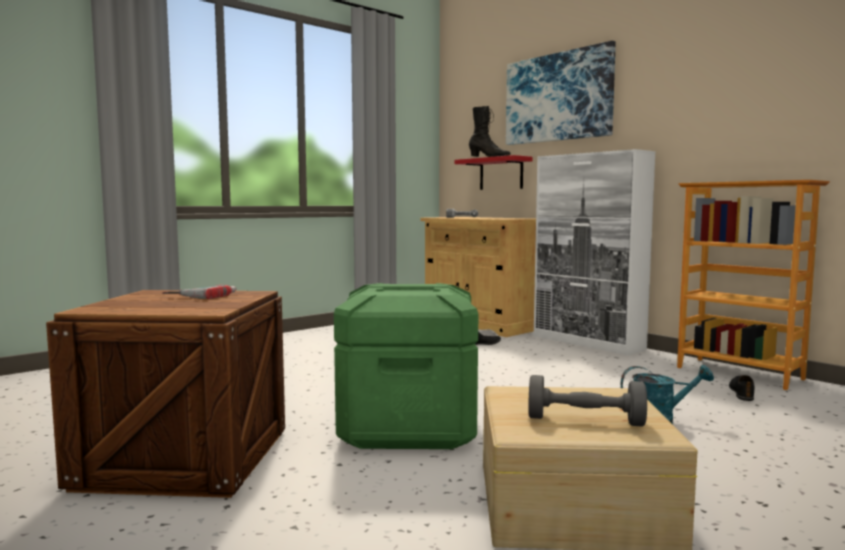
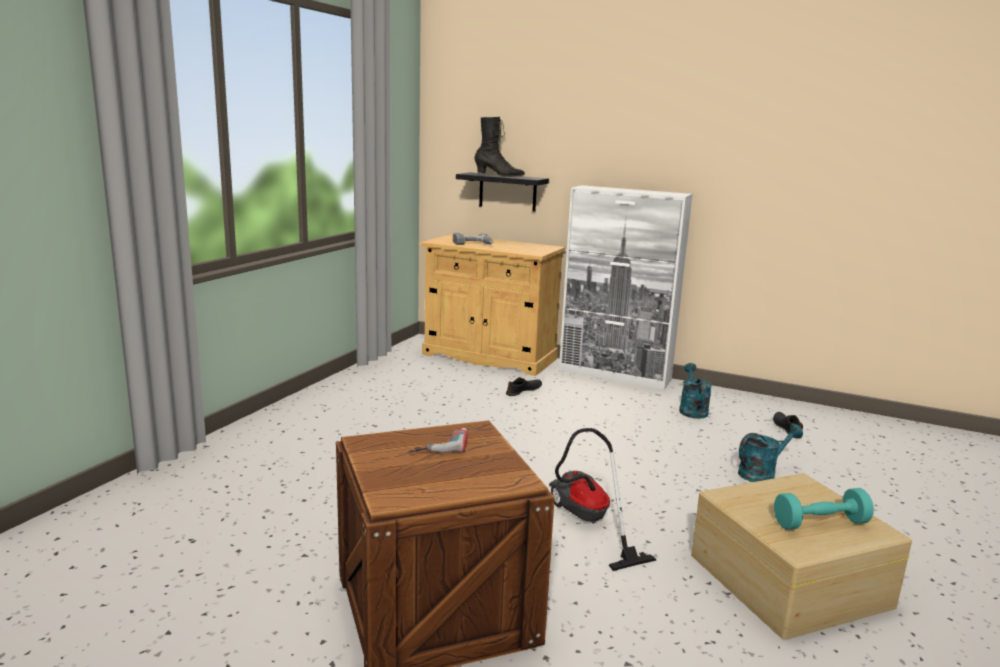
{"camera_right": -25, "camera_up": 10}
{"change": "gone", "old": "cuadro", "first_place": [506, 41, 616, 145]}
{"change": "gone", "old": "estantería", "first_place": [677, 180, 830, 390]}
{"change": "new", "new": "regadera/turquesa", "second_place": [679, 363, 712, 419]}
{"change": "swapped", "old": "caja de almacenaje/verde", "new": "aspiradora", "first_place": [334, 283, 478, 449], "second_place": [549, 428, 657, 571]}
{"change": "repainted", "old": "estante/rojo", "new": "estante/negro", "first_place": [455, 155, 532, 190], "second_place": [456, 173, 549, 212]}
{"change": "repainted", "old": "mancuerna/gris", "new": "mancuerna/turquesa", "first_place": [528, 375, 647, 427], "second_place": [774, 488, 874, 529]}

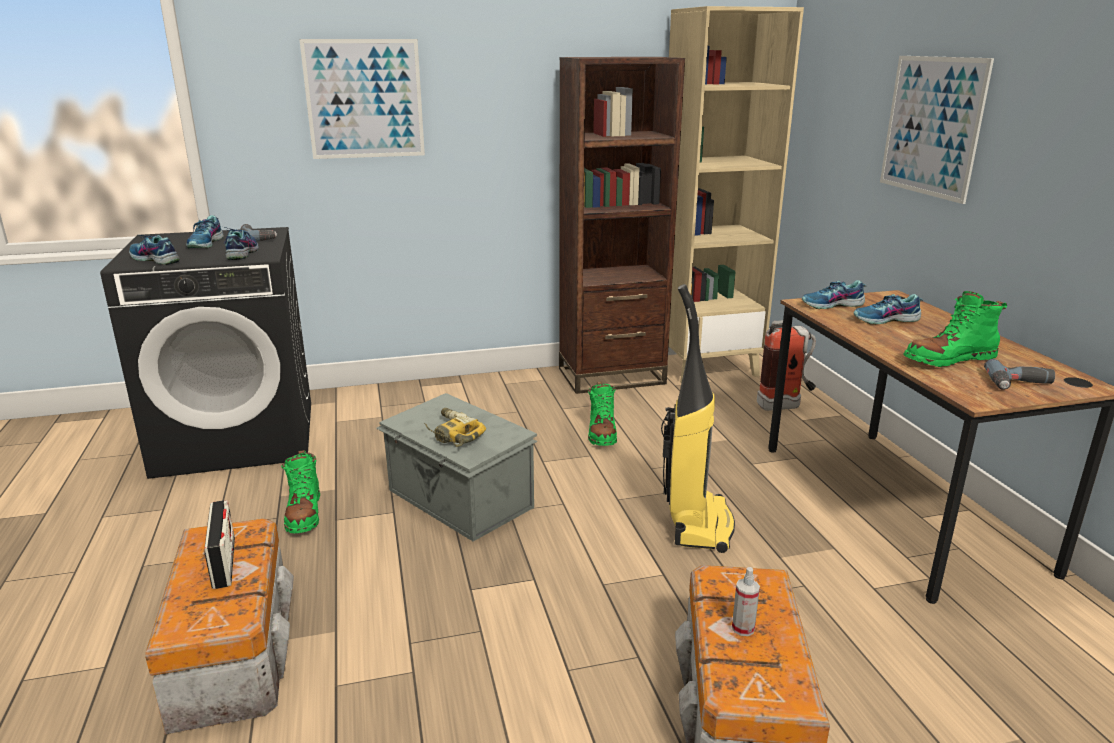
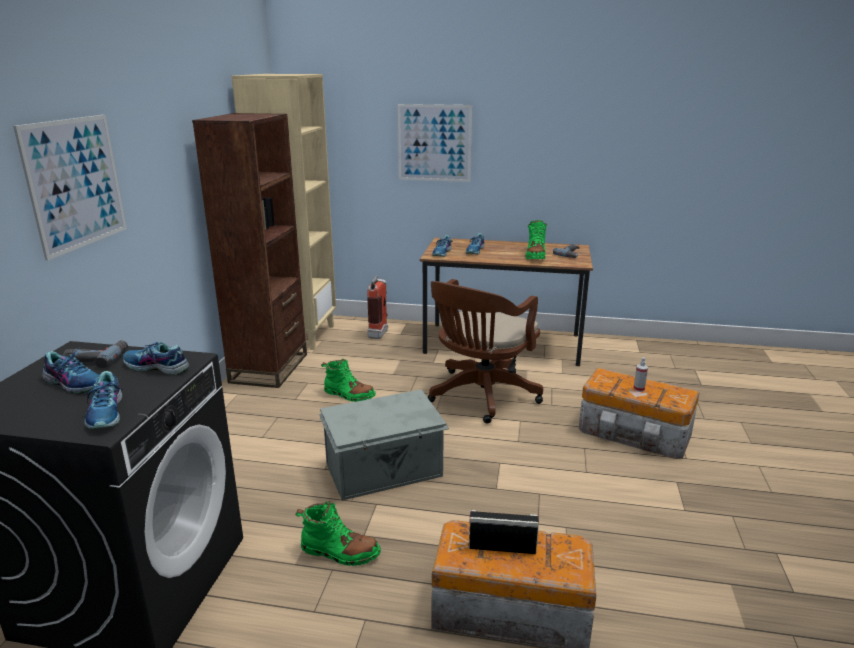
{"camera_right": -65, "camera_up": 0}
{"change": "gone", "old": "taladro", "first_place": [424, 408, 486, 447]}
{"change": "swapped", "old": "aspiradora", "new": "silla de oficina/marrón", "first_place": [661, 284, 735, 553], "second_place": [428, 279, 543, 424]}
{"change": "rotated", "old": "zapato", "first_place": [129, 235, 180, 265], "second_place": [84, 371, 123, 429], "degrees": -75}

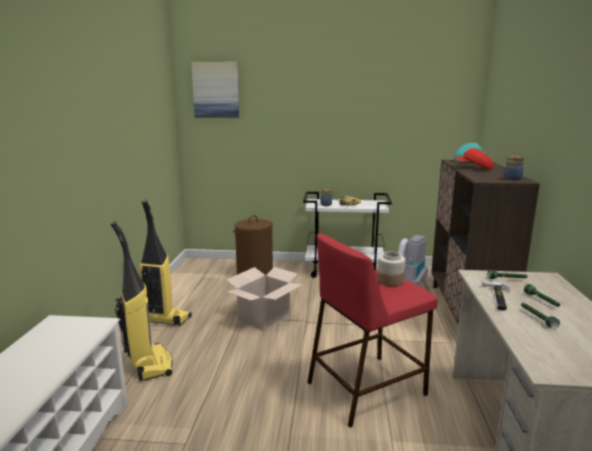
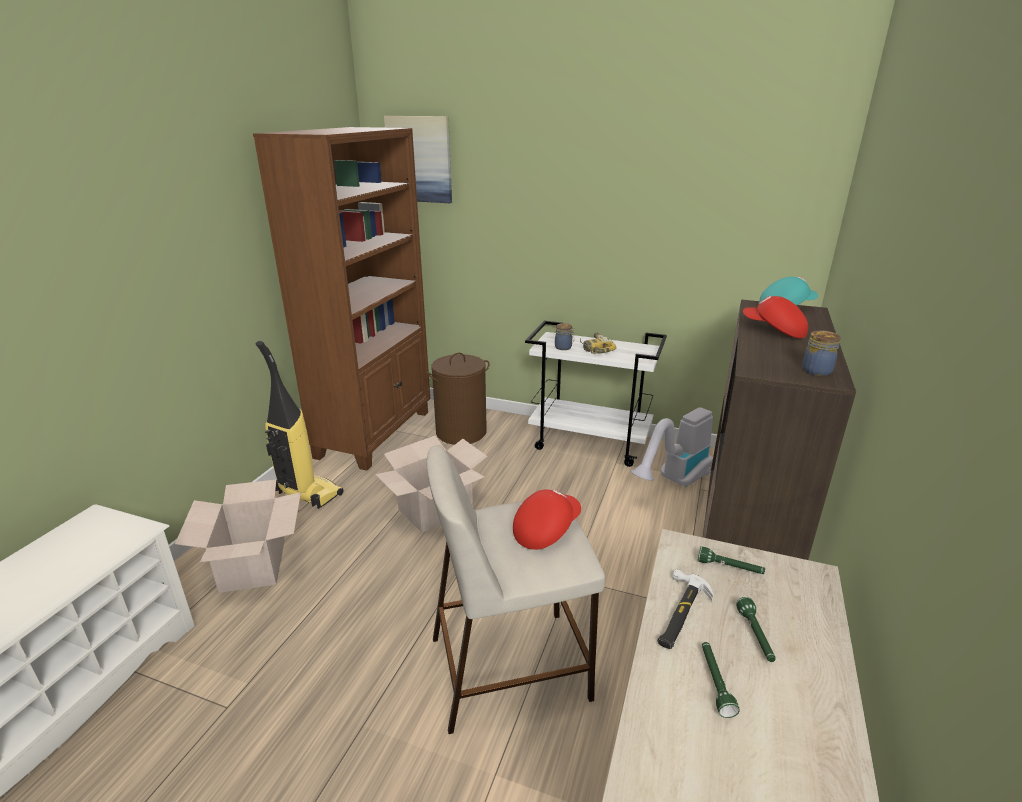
{"camera_right": 15, "camera_up": 10}
{"change": "new", "new": "estantería/marrón", "second_place": [253, 127, 430, 471]}
{"change": "swapped", "old": "aspiradora", "new": "caja de cartón", "first_place": [110, 221, 173, 381], "second_place": [175, 480, 301, 593]}
{"change": "swapped", "old": "tarro", "new": "gorra/rojo", "first_place": [377, 251, 405, 286], "second_place": [513, 489, 581, 550]}
{"change": "repainted", "old": "taburete/rojo", "new": "taburete/beis", "first_place": [307, 233, 438, 428], "second_place": [426, 445, 605, 734]}

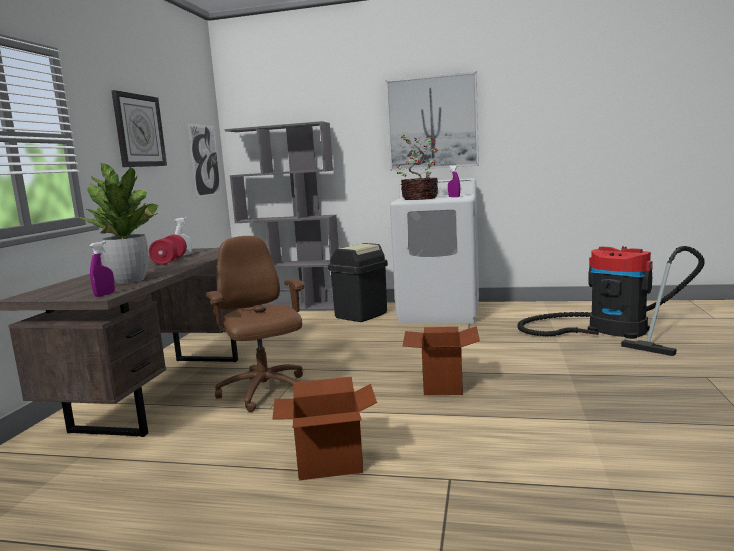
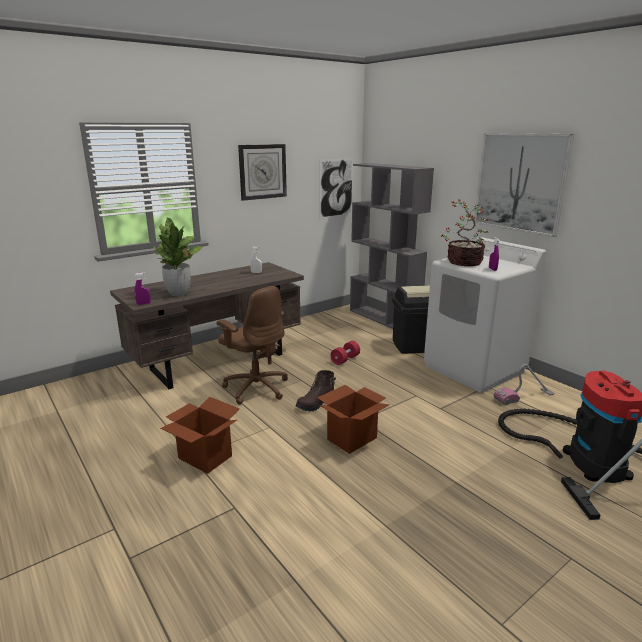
{"camera_right": 40, "camera_up": 10}
{"change": "new", "new": "bota/marrón", "second_place": [296, 370, 336, 412]}
{"change": "new", "new": "aspiradora", "second_place": [494, 364, 555, 405]}
{"change": "shifted", "old": "mancuerna/rojo", "first_place": [149, 235, 187, 265], "second_place": [330, 341, 360, 365]}
{"change": "rotated", "old": "silla de oficina/marrón", "first_place": [206, 236, 304, 412], "second_place": [216, 286, 288, 405], "degrees": 120}

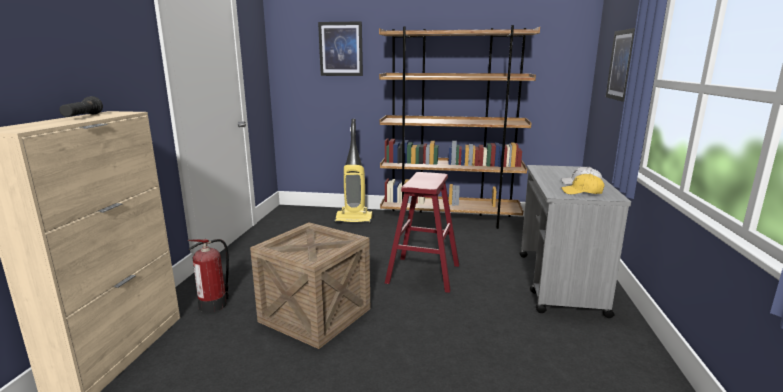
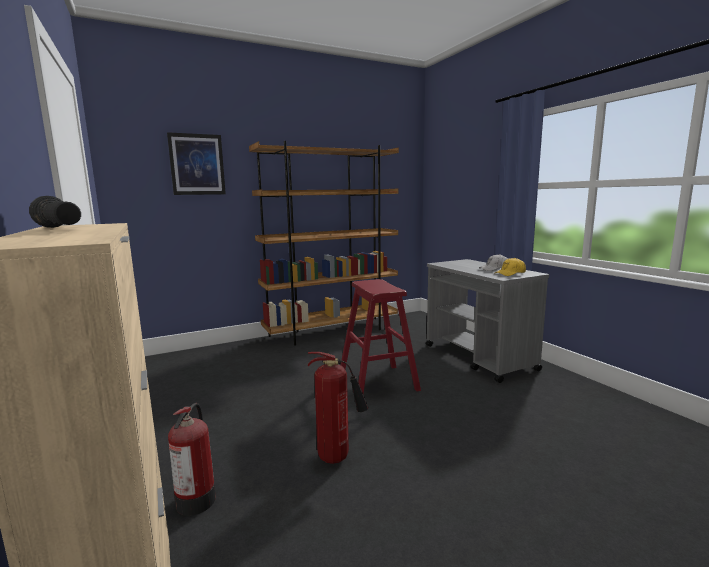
{"camera_right": -35, "camera_up": -5}
{"change": "gone", "old": "aspiradora", "first_place": [334, 119, 372, 224]}
{"change": "gone", "old": "cuadro", "first_place": [606, 28, 635, 102]}
{"change": "swapped", "old": "caja de embalaje", "new": "extintor", "first_place": [250, 222, 370, 349], "second_place": [308, 352, 369, 464]}

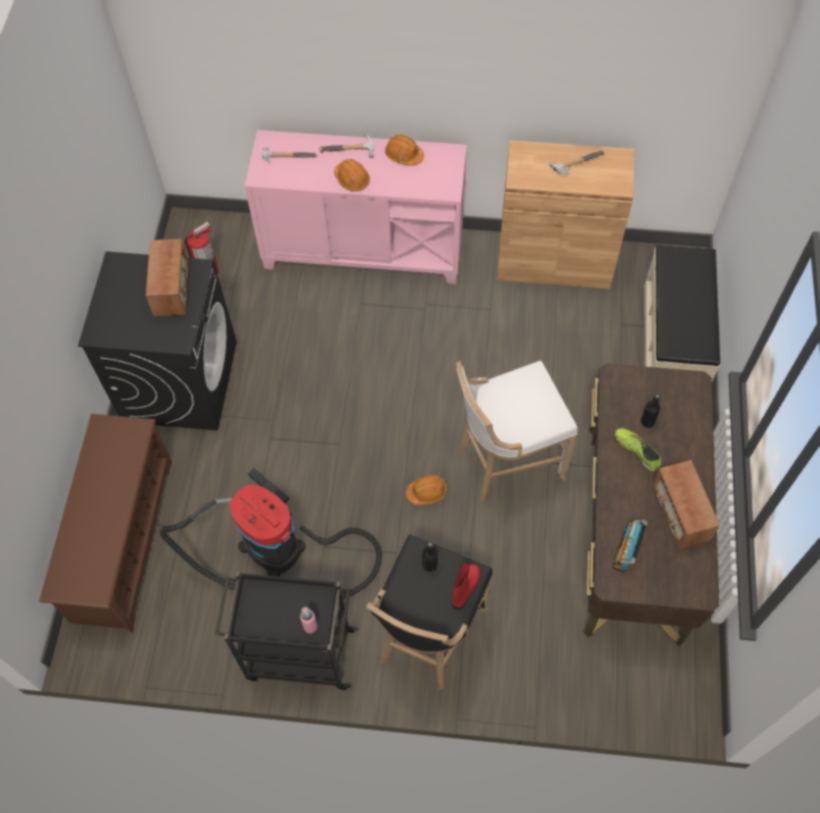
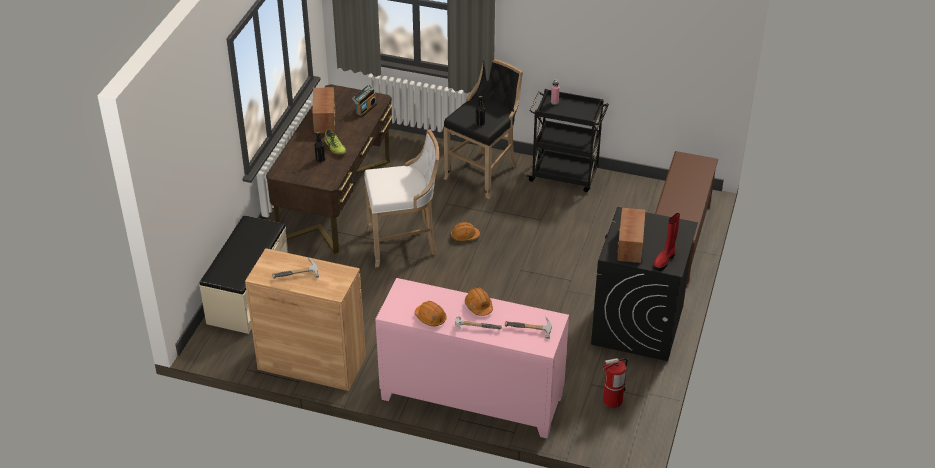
{"camera_right": -170, "camera_up": -20}
{"change": "gone", "old": "aspiradora", "first_place": [160, 468, 382, 599]}
{"change": "shifted", "old": "bota/rojo", "first_place": [452, 563, 480, 610], "second_place": [653, 213, 680, 271]}

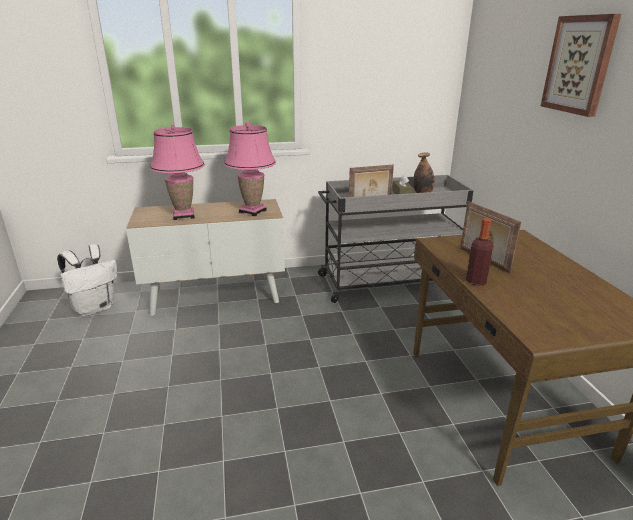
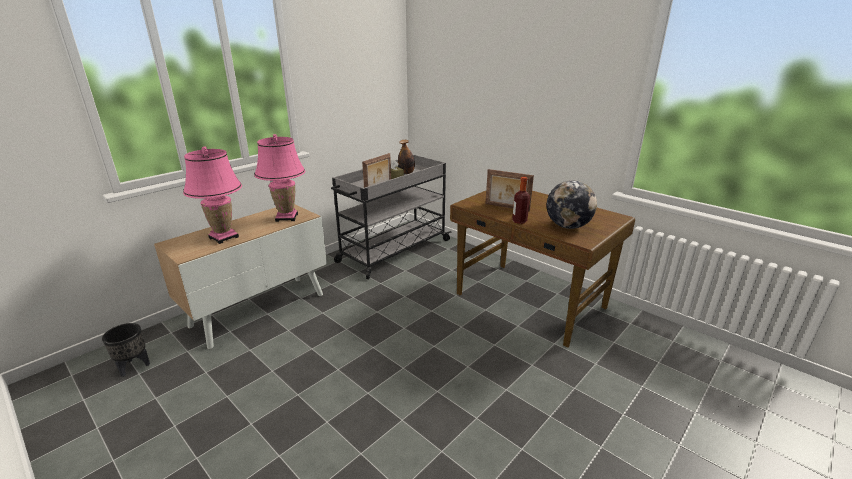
{"camera_right": -35, "camera_up": 0}
{"change": "gone", "old": "cuadro", "first_place": [541, 14, 621, 117]}
{"change": "new", "new": "globo terráqueo", "second_place": [547, 180, 597, 229]}
{"change": "swapped", "old": "mochila/blanco", "new": "maceta/negro", "first_place": [57, 244, 117, 316], "second_place": [102, 323, 150, 377]}

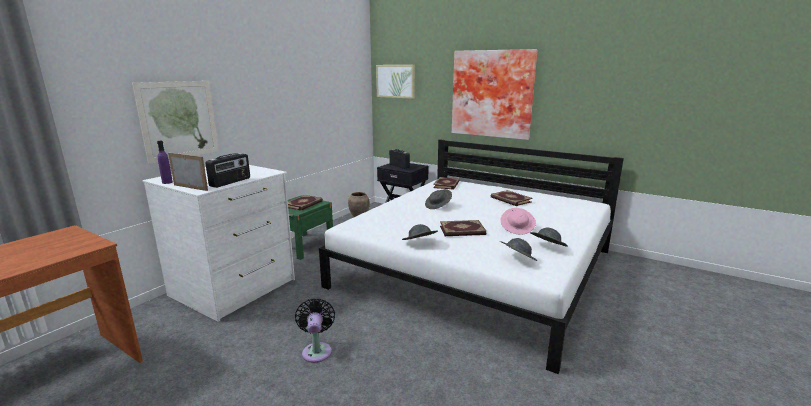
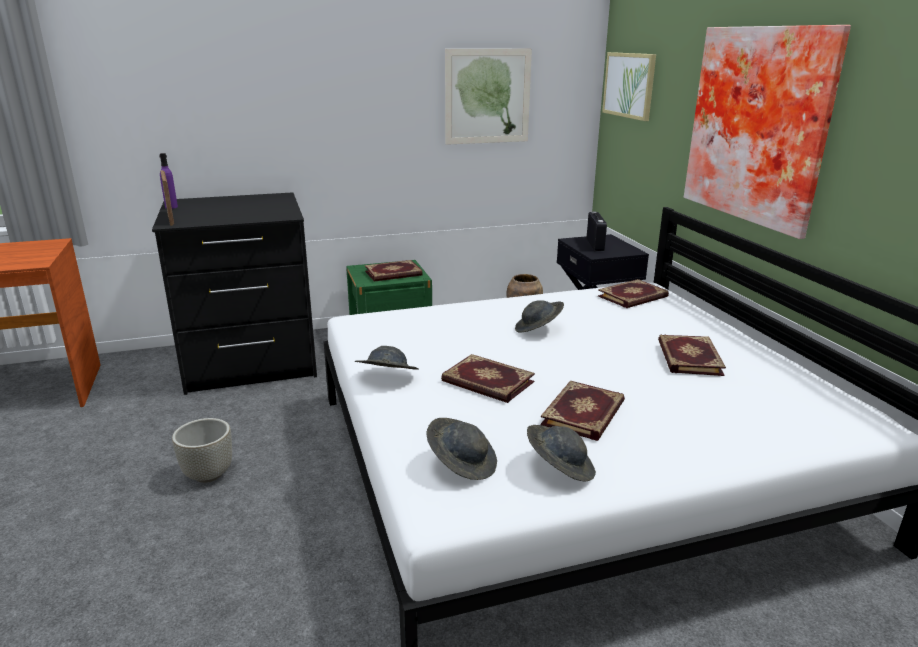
{"camera_right": 40, "camera_up": 5}
{"change": "gone", "old": "radio", "first_place": [205, 153, 250, 188]}
{"change": "shifted", "old": "cuadro", "first_place": [132, 81, 219, 164], "second_place": [445, 49, 532, 145]}
{"change": "swapped", "old": "ventilador/negro", "new": "maceta/gris", "first_place": [295, 298, 335, 363], "second_place": [172, 418, 232, 483]}
{"change": "swapped", "old": "sombrero/rosa", "new": "libro", "first_place": [501, 208, 536, 235], "second_place": [540, 380, 625, 441]}
{"change": "repainted", "old": "cómoda/blanco", "new": "cómoda/negro", "first_place": [142, 165, 295, 322], "second_place": [152, 192, 317, 395]}

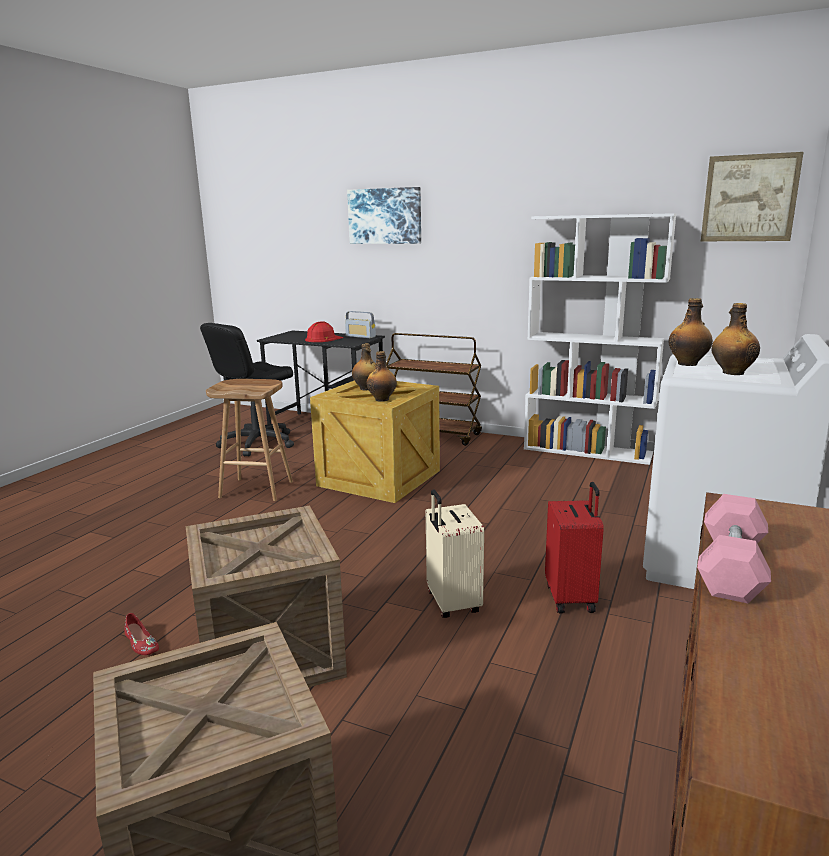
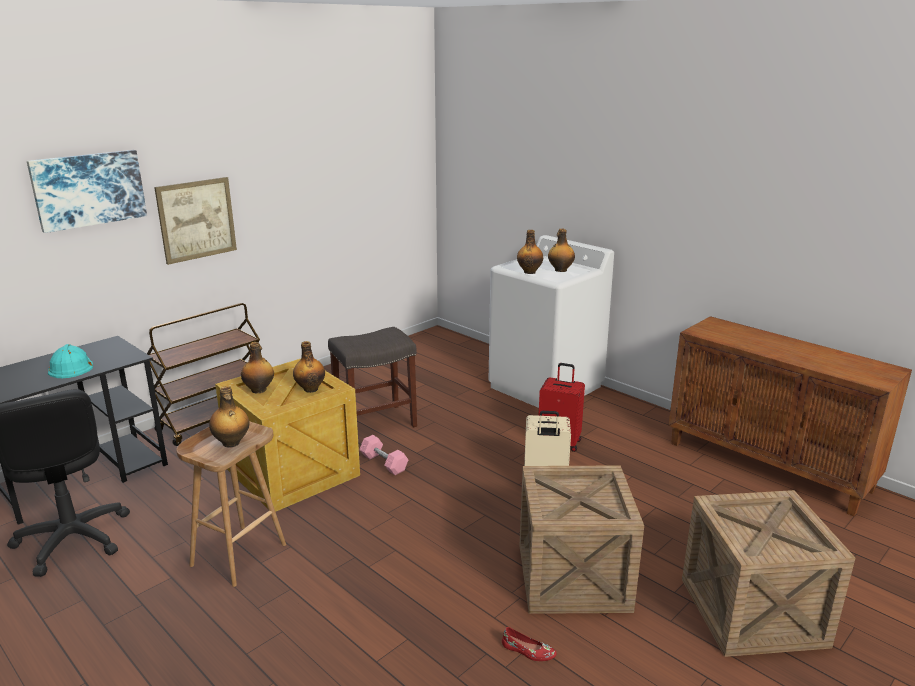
{"camera_right": -70, "camera_up": 5}
{"change": "gone", "old": "radio", "first_place": [345, 311, 376, 338]}
{"change": "gone", "old": "estantería/blanco", "first_place": [524, 213, 677, 465]}
{"change": "new", "new": "botella", "second_place": [209, 386, 250, 447]}
{"change": "new", "new": "taburete/gris", "second_place": [328, 327, 417, 427]}
{"change": "shifted", "old": "mancuerna/rosa", "first_place": [697, 494, 771, 603], "second_place": [359, 435, 408, 475]}
{"change": "shifted", "old": "cuadro", "first_place": [701, 152, 803, 241], "second_place": [154, 177, 237, 265]}
{"change": "repainted", "old": "casco/rojo", "new": "casco/turquesa", "first_place": [305, 321, 343, 342], "second_place": [48, 344, 93, 378]}
{"change": "rotated", "old": "zapato/rojo", "first_place": [124, 613, 159, 655], "second_place": [502, 627, 557, 661], "degrees": 45}

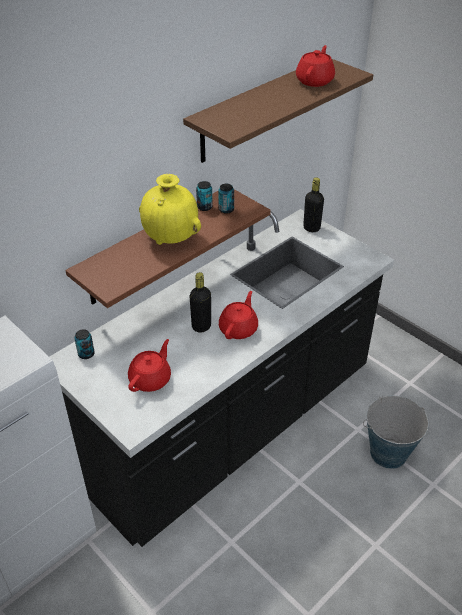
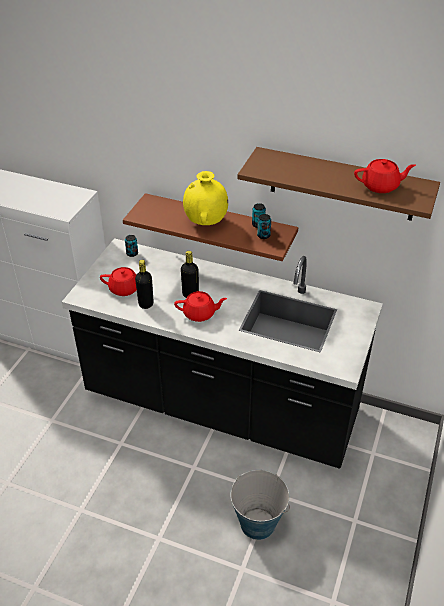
{"camera_right": 65, "camera_up": 0}
{"change": "shifted", "old": "botella/negro", "first_place": [303, 177, 324, 232], "second_place": [135, 260, 154, 309]}

